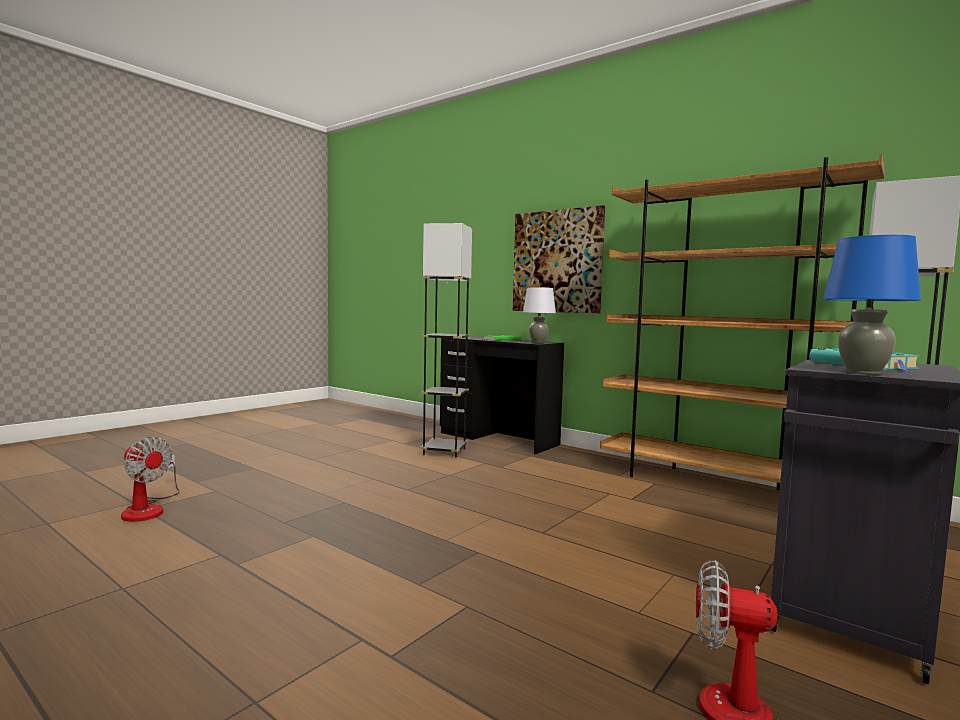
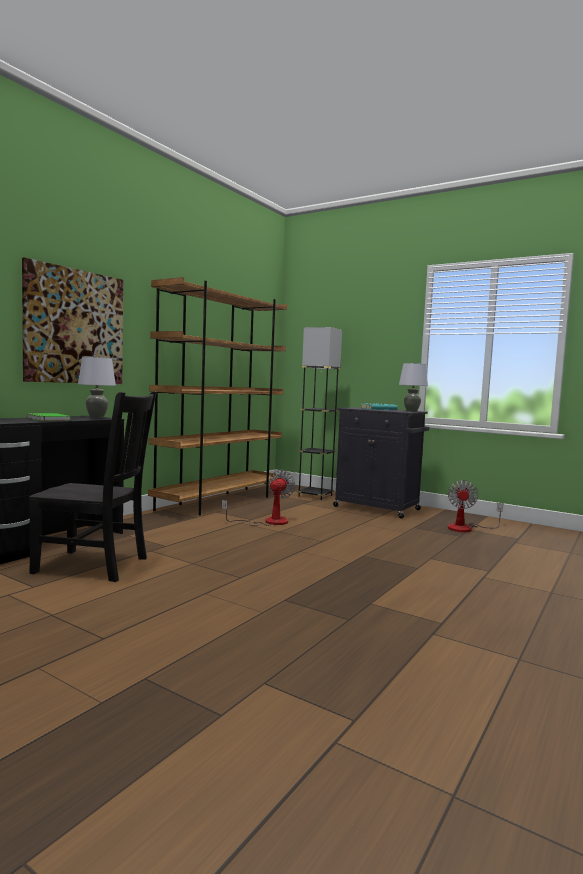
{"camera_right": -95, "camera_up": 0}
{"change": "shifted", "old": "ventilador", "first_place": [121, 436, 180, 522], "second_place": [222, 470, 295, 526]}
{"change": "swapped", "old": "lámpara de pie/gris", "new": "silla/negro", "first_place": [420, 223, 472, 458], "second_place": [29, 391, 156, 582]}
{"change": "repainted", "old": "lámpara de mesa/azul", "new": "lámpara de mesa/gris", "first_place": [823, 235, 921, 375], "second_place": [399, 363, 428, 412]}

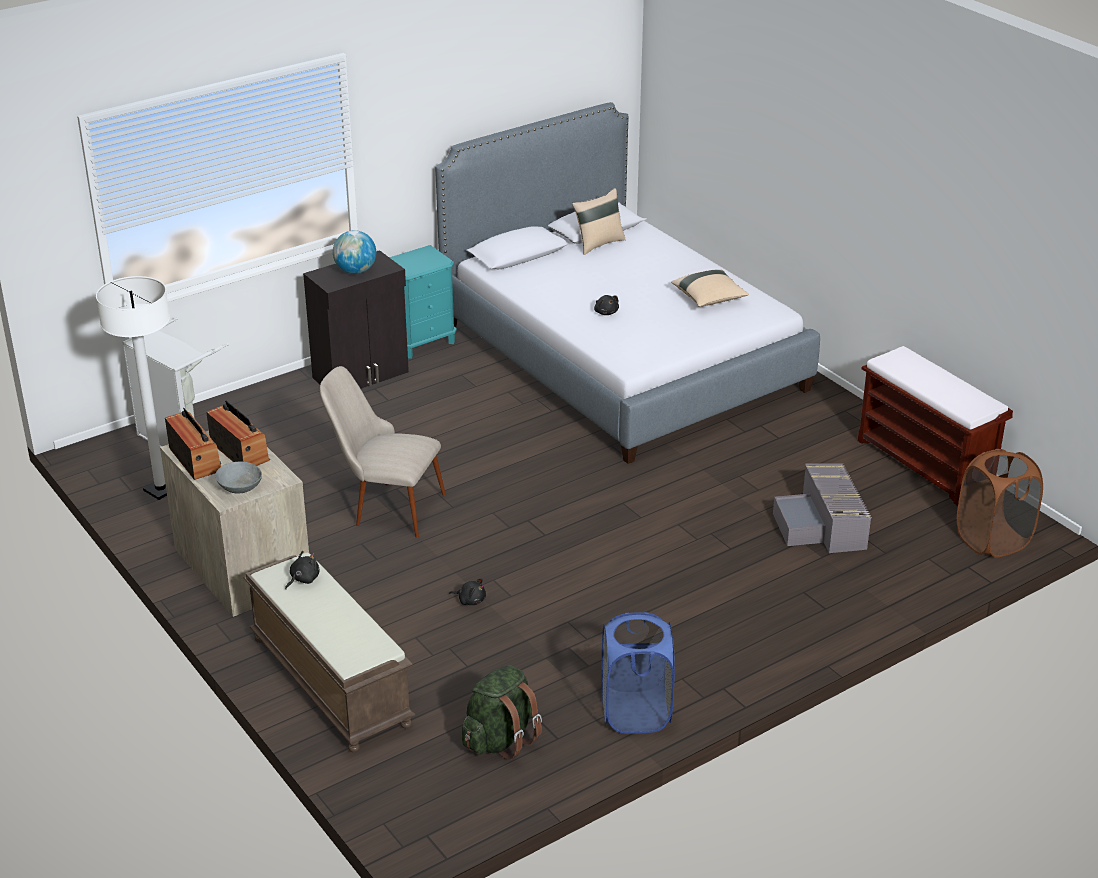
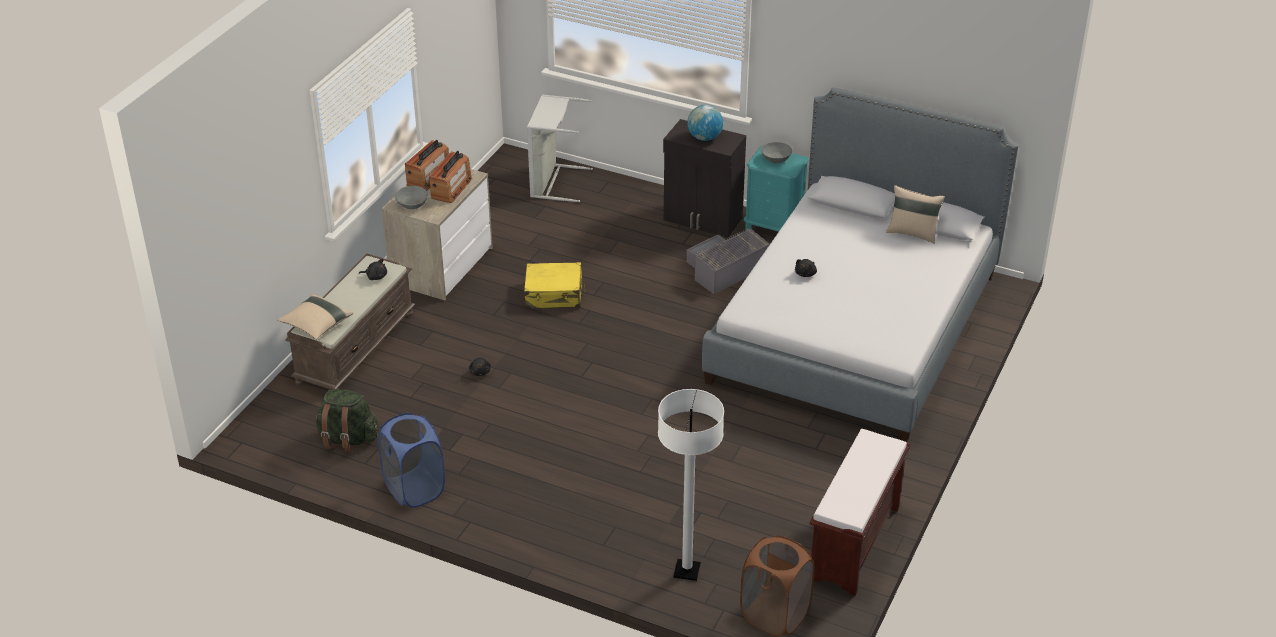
{"camera_right": 60, "camera_up": 5}
{"change": "new", "new": "cuenco/gris", "second_place": [761, 142, 792, 163]}
{"change": "shifted", "old": "lámpara de pie/blanco", "first_place": [96, 276, 170, 500], "second_place": [658, 389, 724, 581]}
{"change": "shifted", "old": "cojín/beis", "first_place": [671, 269, 749, 307], "second_place": [278, 294, 353, 340]}
{"change": "shifted", "old": "caja de almacenaje/gris", "first_place": [773, 463, 872, 553], "second_place": [687, 227, 769, 294]}
{"change": "swapped", "old": "silla/beis", "new": "maleta/amarillo", "first_place": [320, 366, 446, 538], "second_place": [524, 262, 585, 309]}

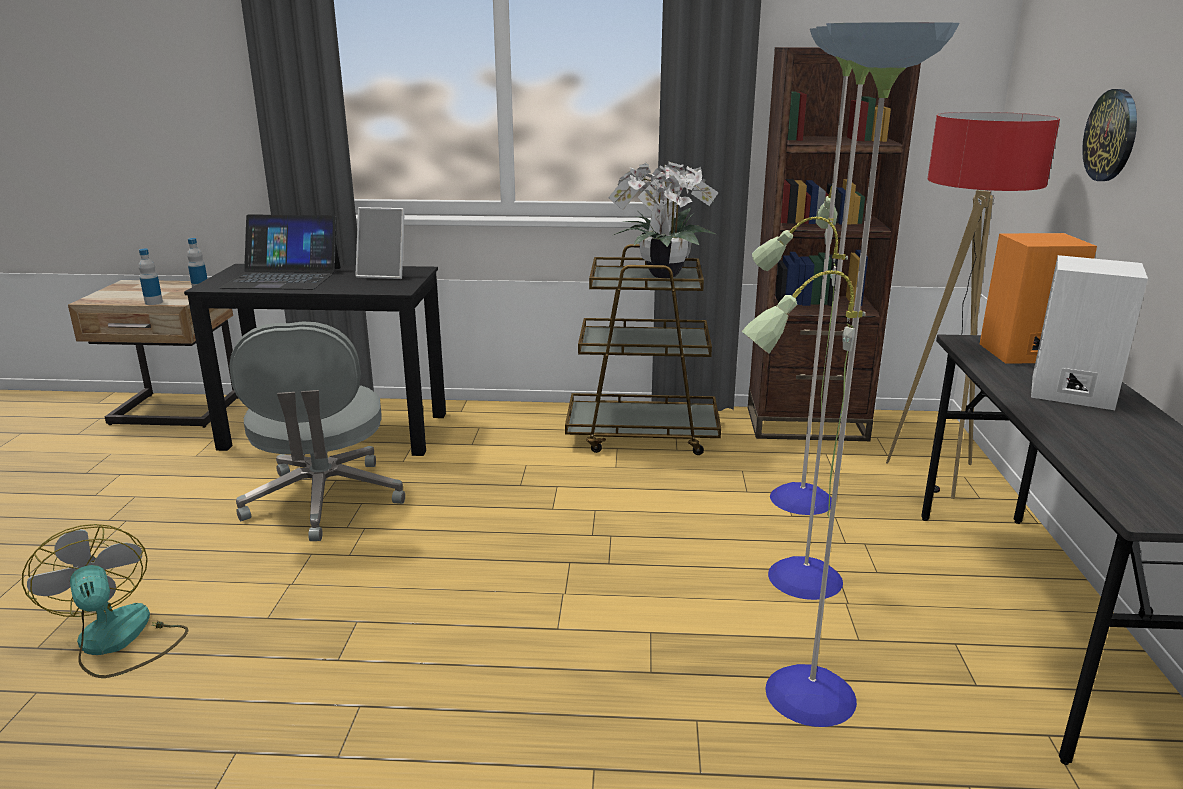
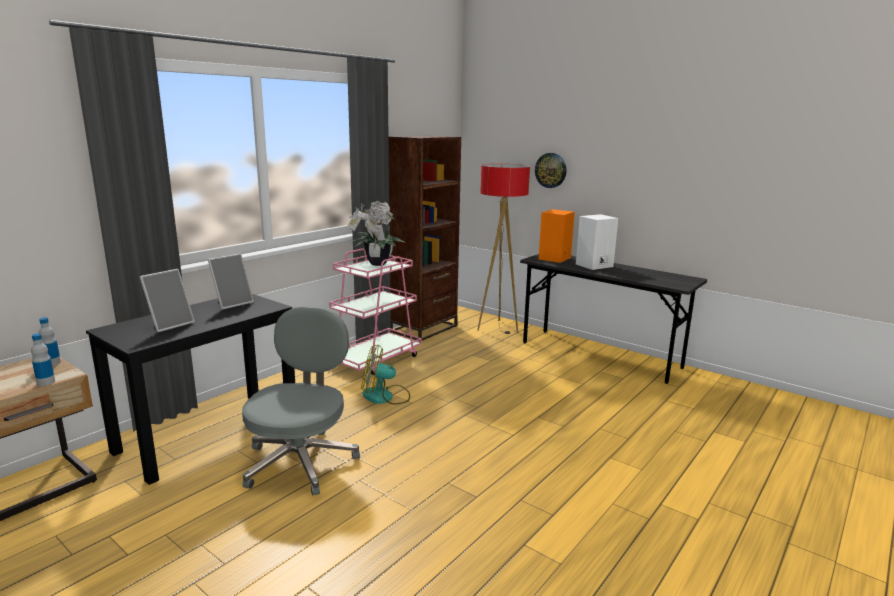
{"camera_right": -55, "camera_up": -5}
{"change": "gone", "old": "lámpara de pie", "first_place": [742, 22, 960, 727]}
{"change": "shifted", "old": "ventilador", "first_place": [22, 524, 188, 678], "second_place": [361, 345, 410, 405]}
{"change": "swapped", "old": "portátil", "new": "portarretratos", "first_place": [219, 215, 340, 290], "second_place": [140, 269, 195, 332]}
{"change": "repainted", "old": "carrito/marrón", "new": "carrito/rosa", "first_place": [565, 244, 721, 455], "second_place": [329, 249, 422, 375]}
{"change": "rotated", "old": "silla de oficina/gris", "first_place": [229, 321, 405, 541], "second_place": [242, 306, 360, 496], "degrees": -105}

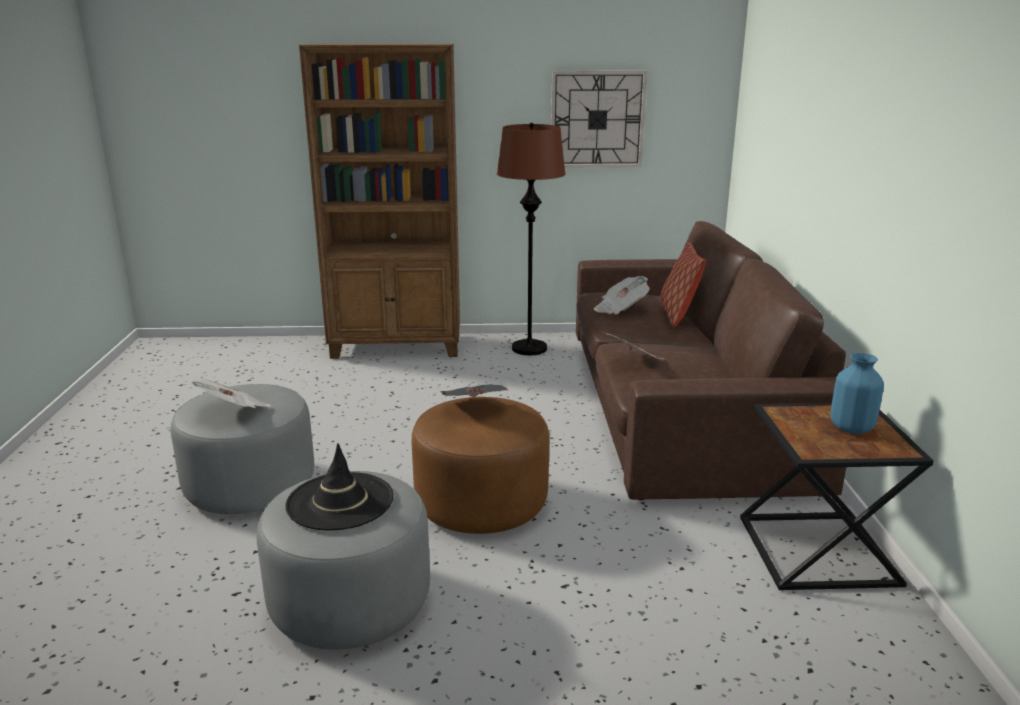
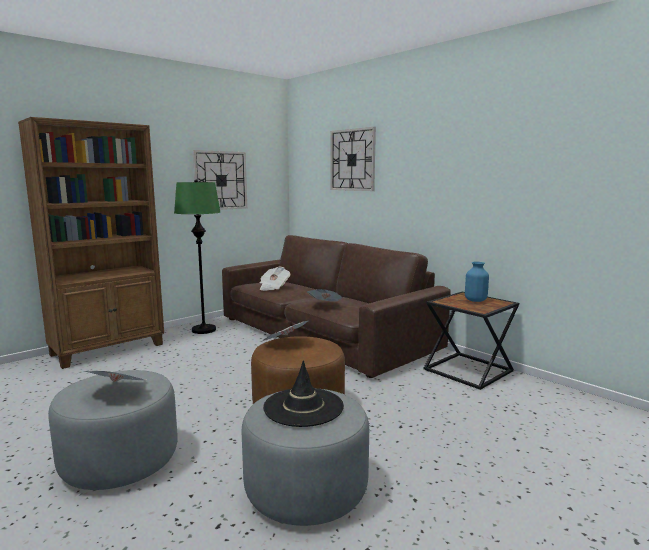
{"camera_right": -40, "camera_up": -10}
{"change": "gone", "old": "cojín", "first_place": [660, 242, 706, 328]}
{"change": "new", "new": "reloj de pared", "second_place": [330, 127, 376, 191]}
{"change": "repainted", "old": "lámpara de pie/marrón", "new": "lámpara de pie/verde", "first_place": [497, 123, 566, 355], "second_place": [174, 180, 220, 334]}

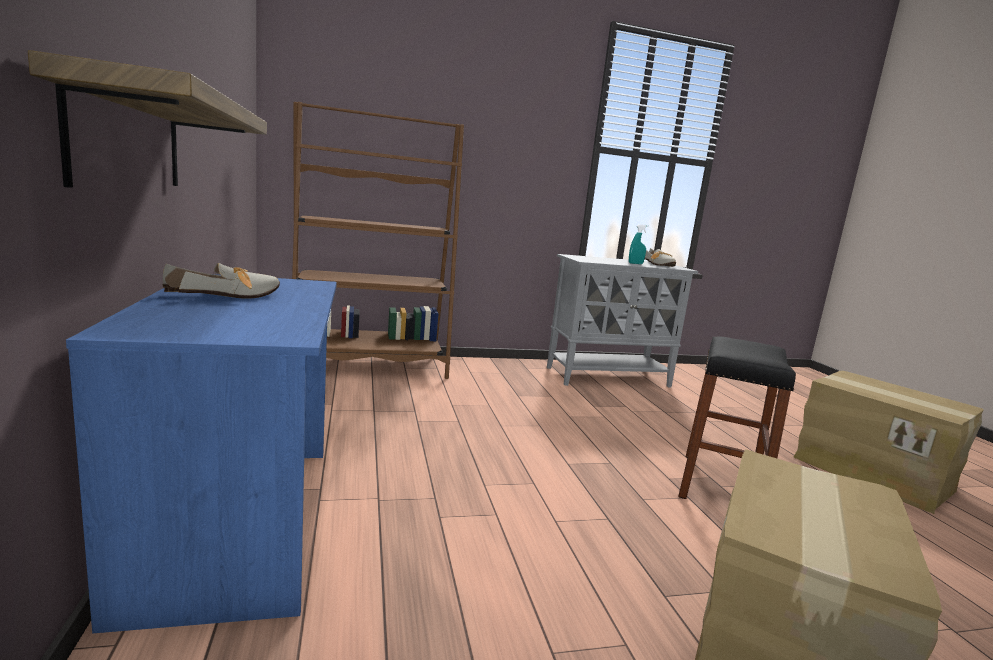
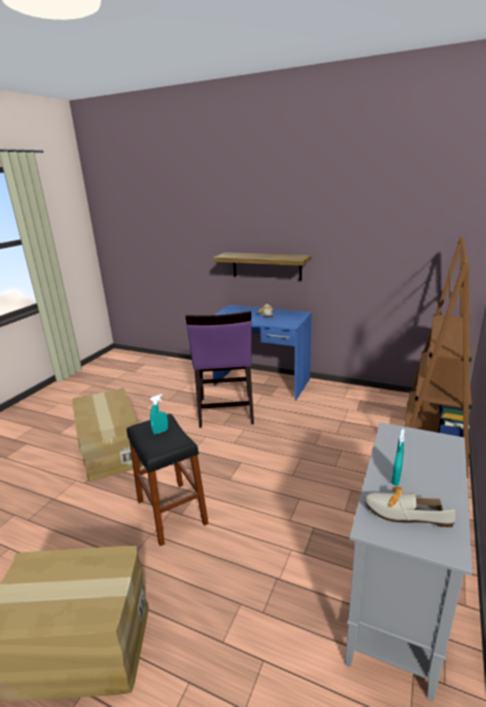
{"camera_right": 130, "camera_up": 10}
{"change": "new", "new": "pulverizador/turquesa", "second_place": [150, 394, 168, 434]}
{"change": "new", "new": "silla/morado", "second_place": [186, 311, 254, 428]}

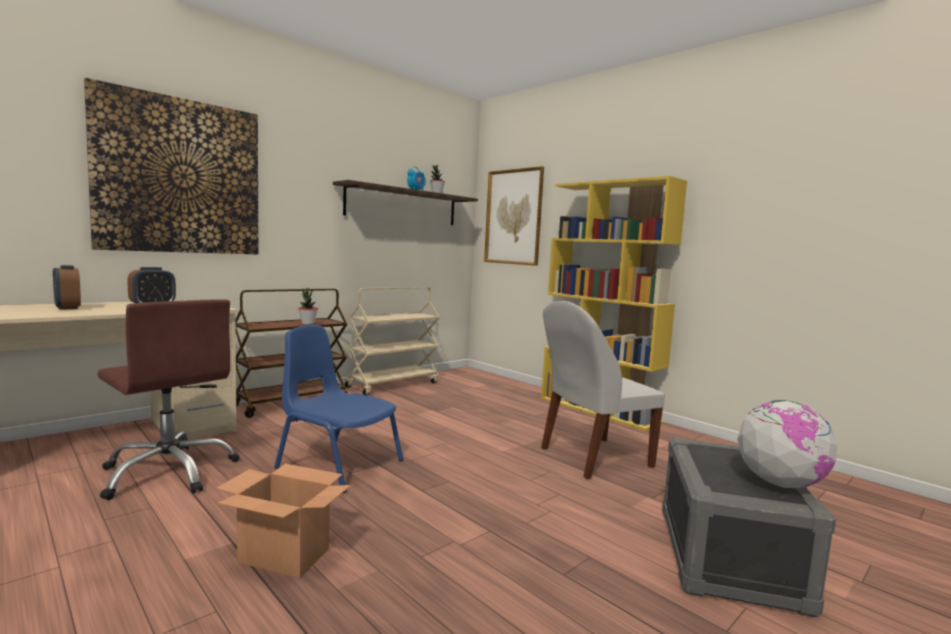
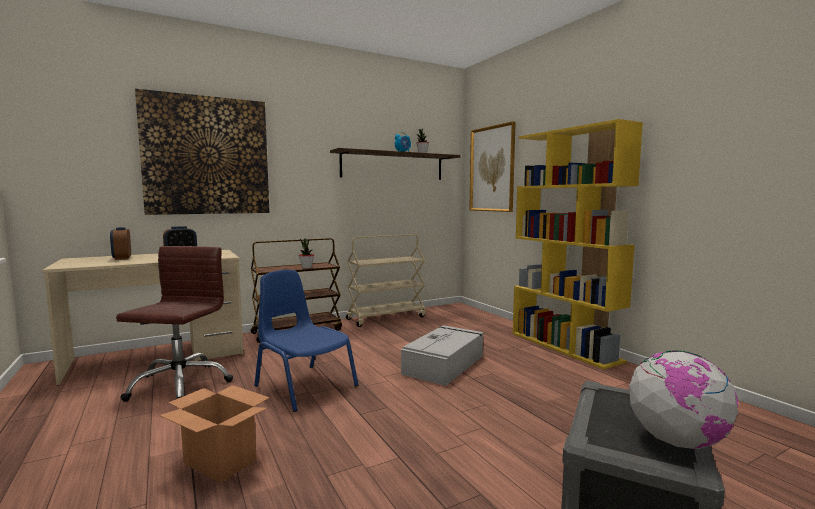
{"camera_right": 15, "camera_up": 0}
{"change": "gone", "old": "silla/blanco", "first_place": [541, 301, 665, 479]}
{"change": "new", "new": "caja de almacenaje/gris", "second_place": [401, 325, 484, 386]}
{"change": "rotated", "old": "silla de oficina/marrón", "first_place": [97, 299, 239, 500], "second_place": [116, 246, 233, 402], "degrees": -135}

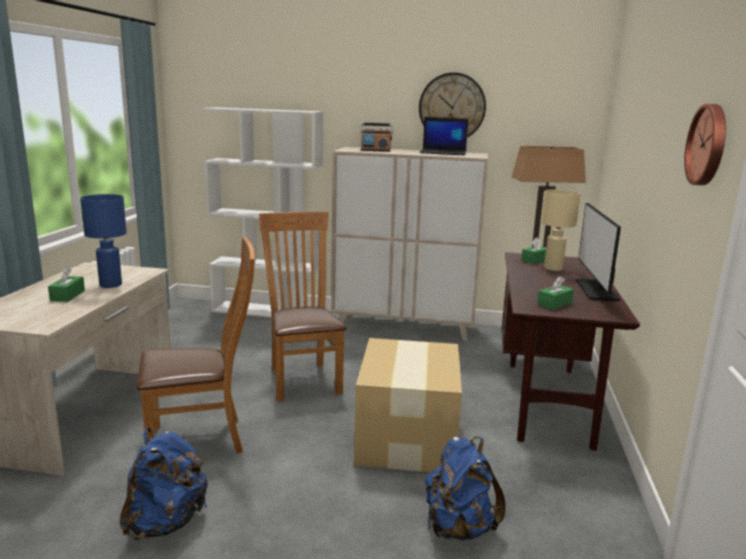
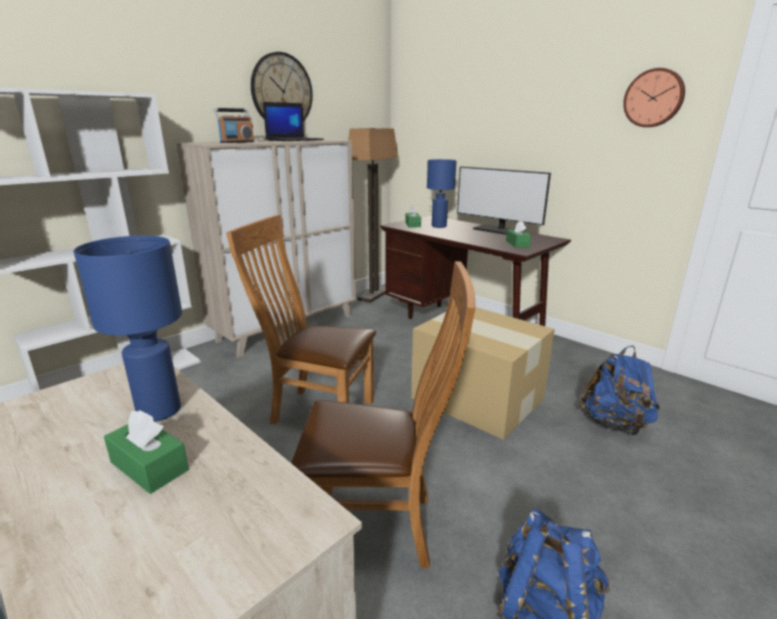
{"camera_right": -55, "camera_up": 5}
{"change": "repainted", "old": "lámpara de mesa/beis", "new": "lámpara de mesa/azul", "first_place": [541, 189, 581, 271], "second_place": [427, 159, 456, 228]}
{"change": "rotated", "old": "silla/marrón", "first_place": [136, 237, 255, 453], "second_place": [291, 261, 475, 568], "degrees": 75}

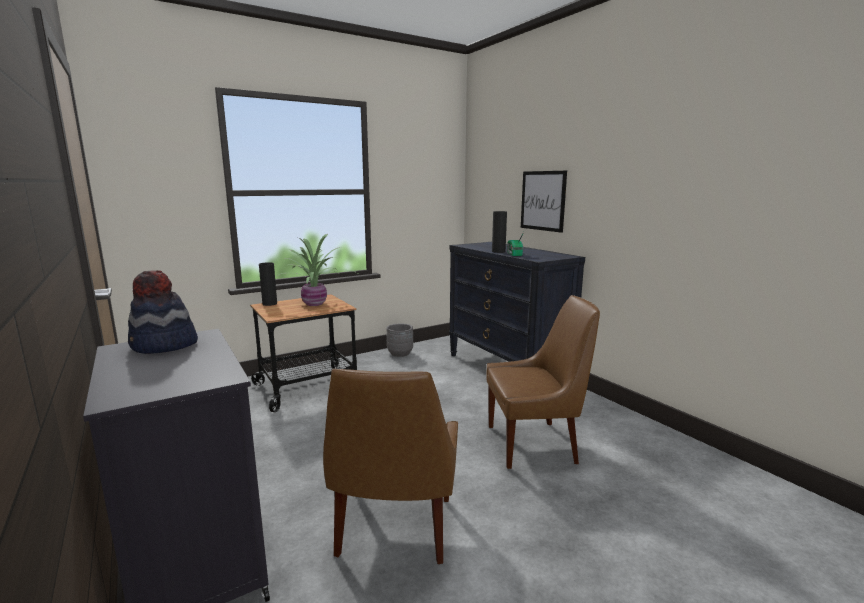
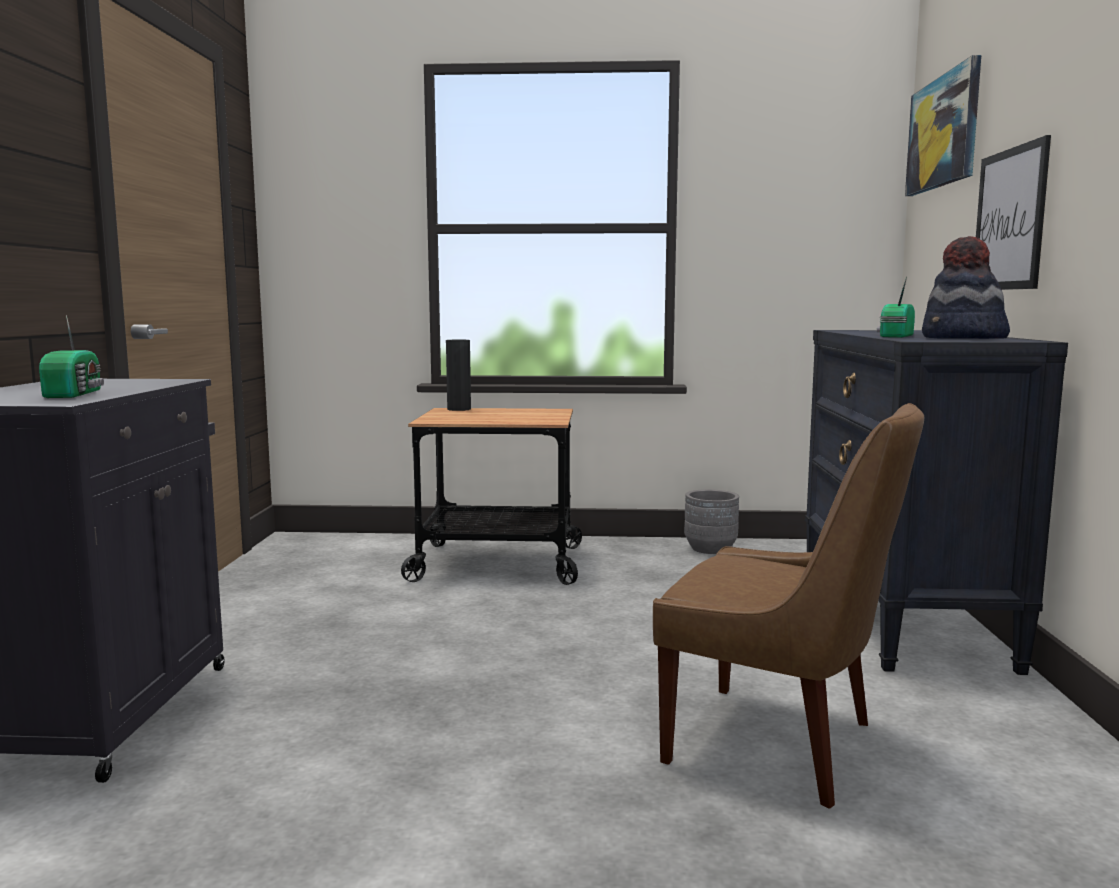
{"camera_right": 35, "camera_up": -5}
{"change": "gone", "old": "planta en maceta", "first_place": [277, 234, 357, 306]}
{"change": "gone", "old": "silla/marrón", "first_place": [323, 369, 458, 564]}
{"change": "gone", "old": "florero/negro", "first_place": [492, 211, 507, 253]}
{"change": "new", "new": "radio", "second_place": [39, 315, 104, 398]}
{"change": "new", "new": "cuadro", "second_place": [905, 55, 981, 196]}
{"change": "shifted", "old": "sombrero", "first_place": [128, 270, 198, 354], "second_place": [922, 236, 1010, 339]}

